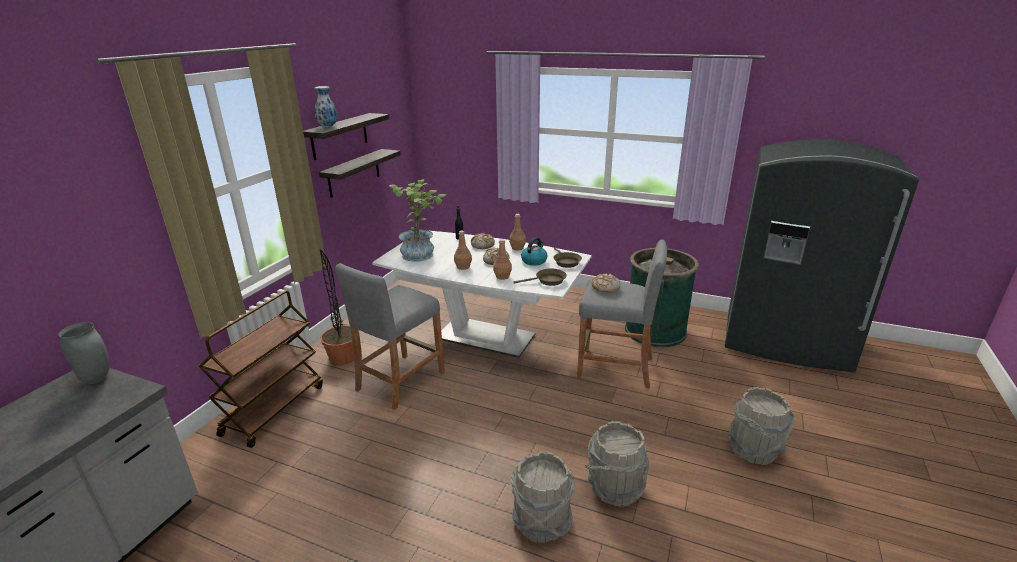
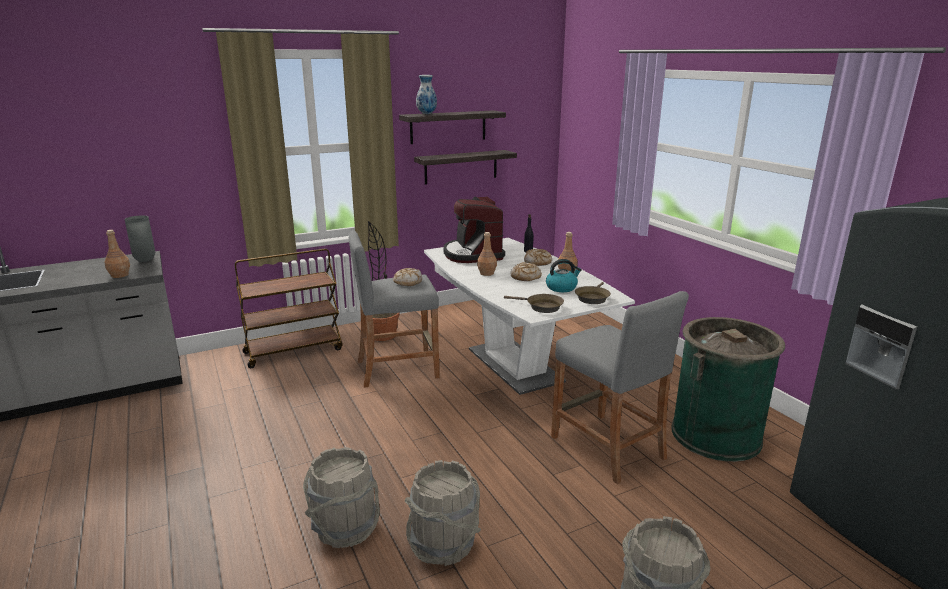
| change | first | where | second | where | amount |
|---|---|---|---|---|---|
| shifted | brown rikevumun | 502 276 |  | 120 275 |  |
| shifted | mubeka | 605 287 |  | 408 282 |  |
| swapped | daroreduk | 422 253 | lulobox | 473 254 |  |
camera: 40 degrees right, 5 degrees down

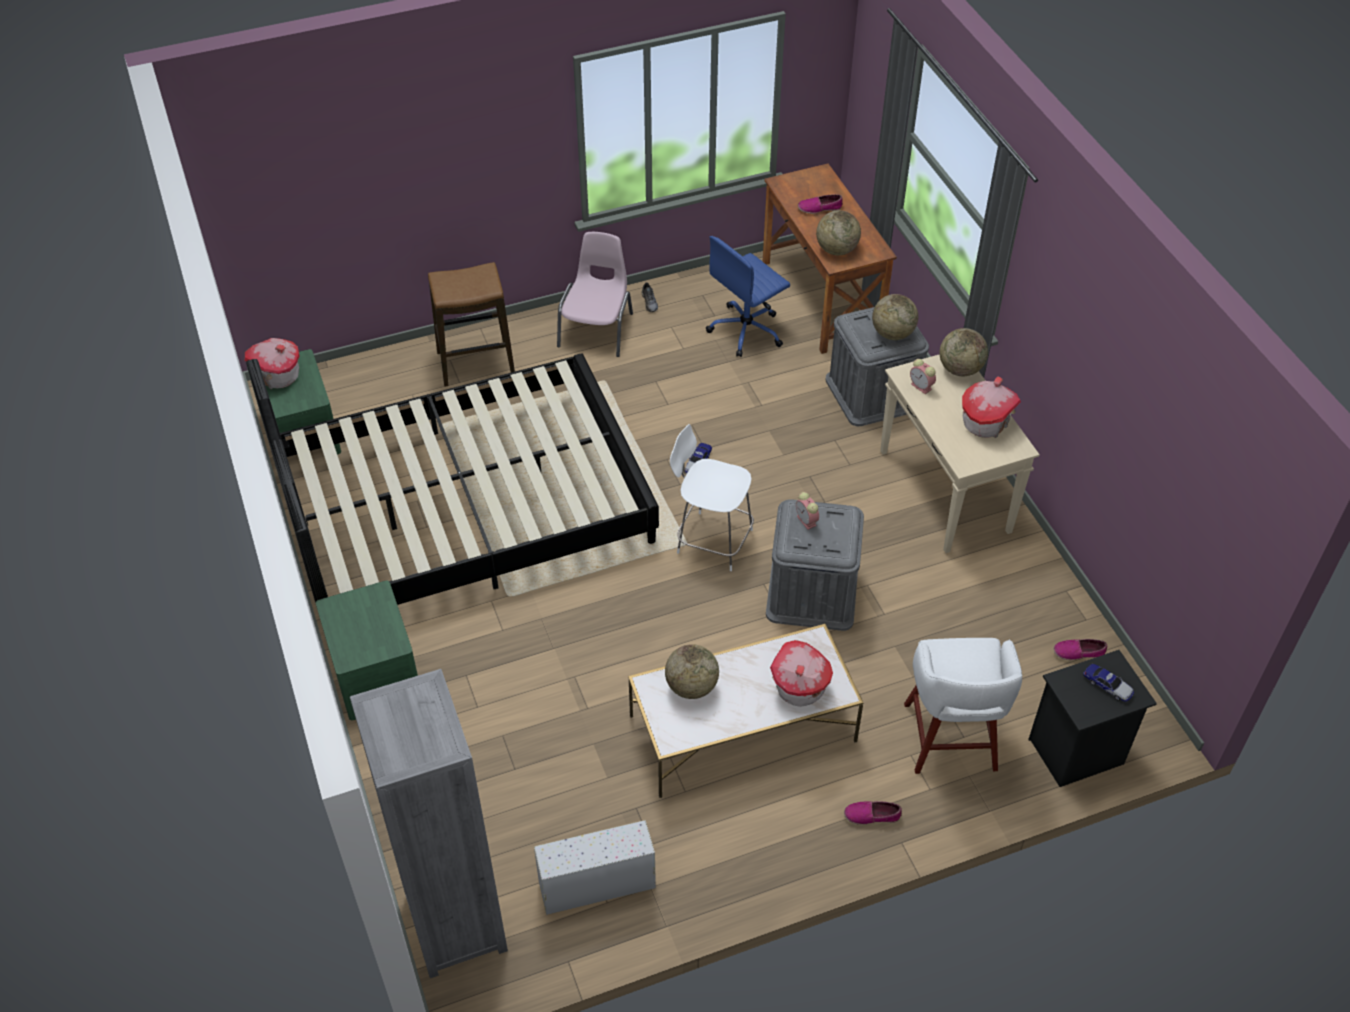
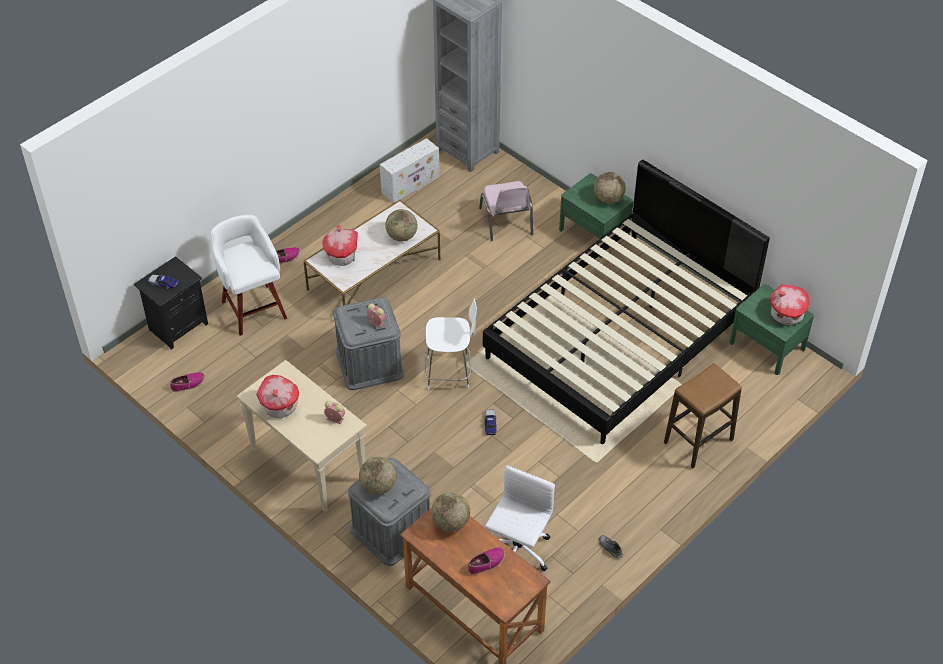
| change | first | where | second | where | amount |
|---|---|---|---|---|---|
| shifted | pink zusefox | 597 329 |  | 506 222 |  |
| shifted | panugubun | 960 369 |  | 608 199 |  |
| repainted | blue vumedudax | 747 330 | white vumedudax | 517 551 |  |
camera: 155 degrees right, 0 degrees up

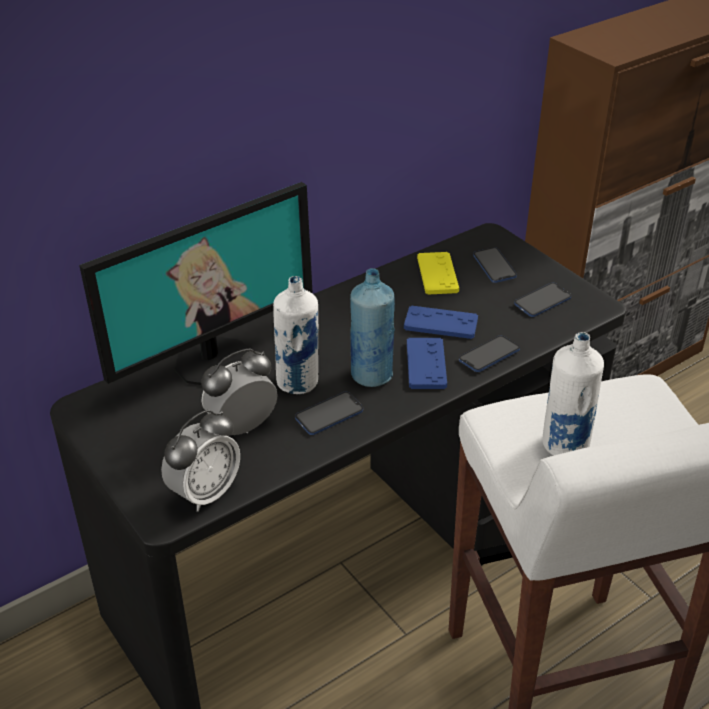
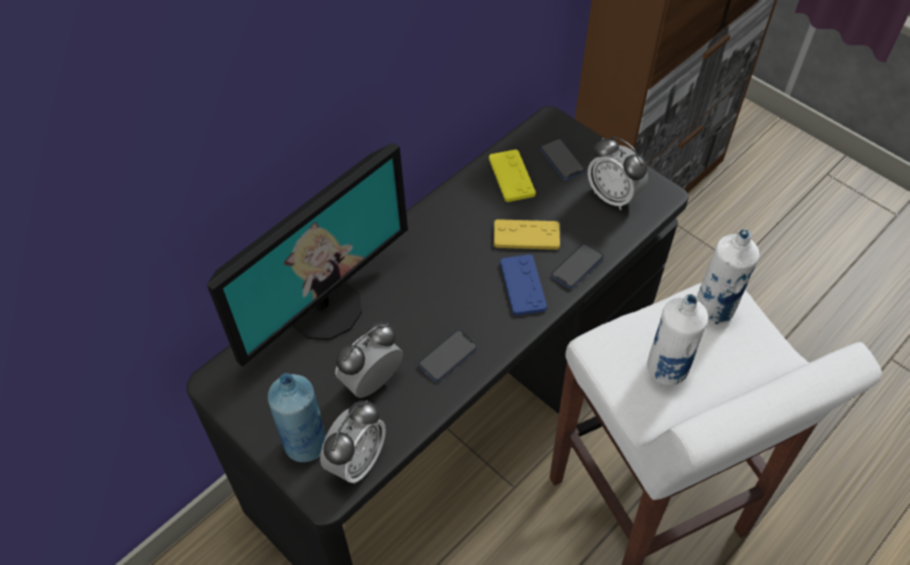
| change | first | where | second | where | amount |
|---|---|---|---|---|---|
| shifted | white rikevumun | 298 382 |  | 714 309 |  |
| shifted | blue rikevumun | 371 375 |  | 305 443 |  |
| swapped | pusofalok | 542 301 | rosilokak | 613 196 |  |
| repainted | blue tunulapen | 440 324 | yellow tunulapen | 526 235 |  |
camera: 10 degrees left, 15 degrees up

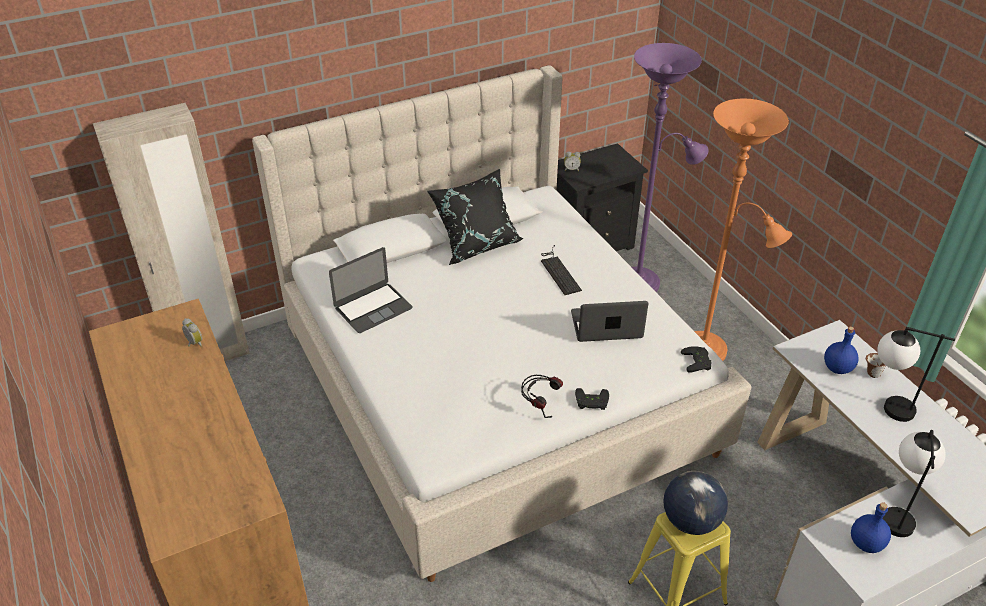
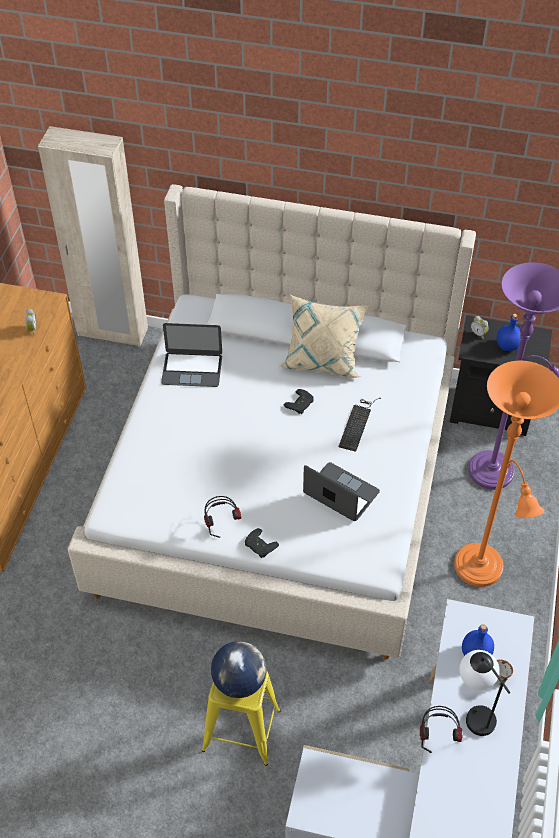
| change | first | where | second | where | amount |
|---|---|---|---|---|---|
| gone | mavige | 897 512 |  |  |  |
| new |  |  | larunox | 438 735 |  |
| shifted | black tunulapen | 698 361 |  | 300 404 |  |
| shifted | blue rikevumun | 866 544 |  | 507 346 |  |
| repainted | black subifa | 476 243 | beige subifa | 322 359 |  |
camera: 40 degrees right, 10 degrees up

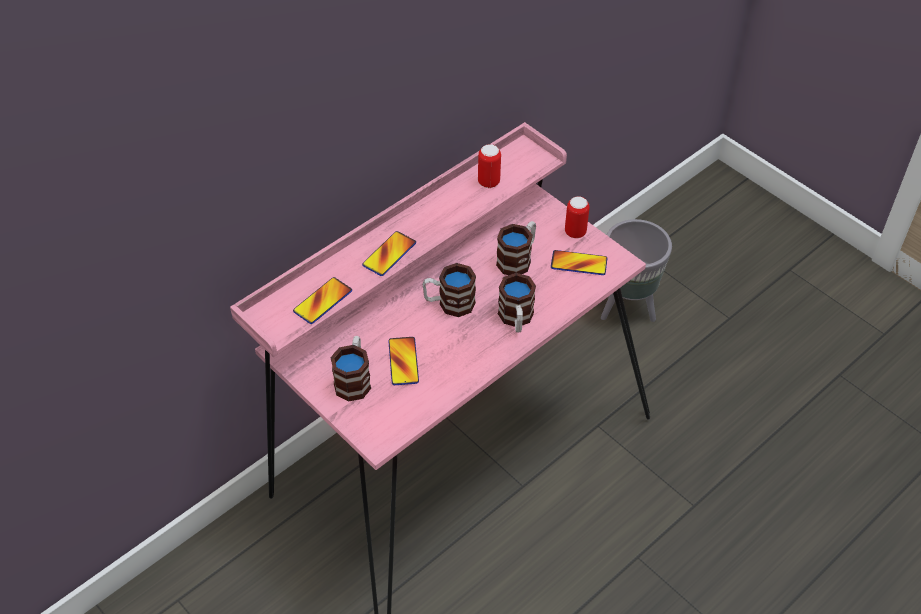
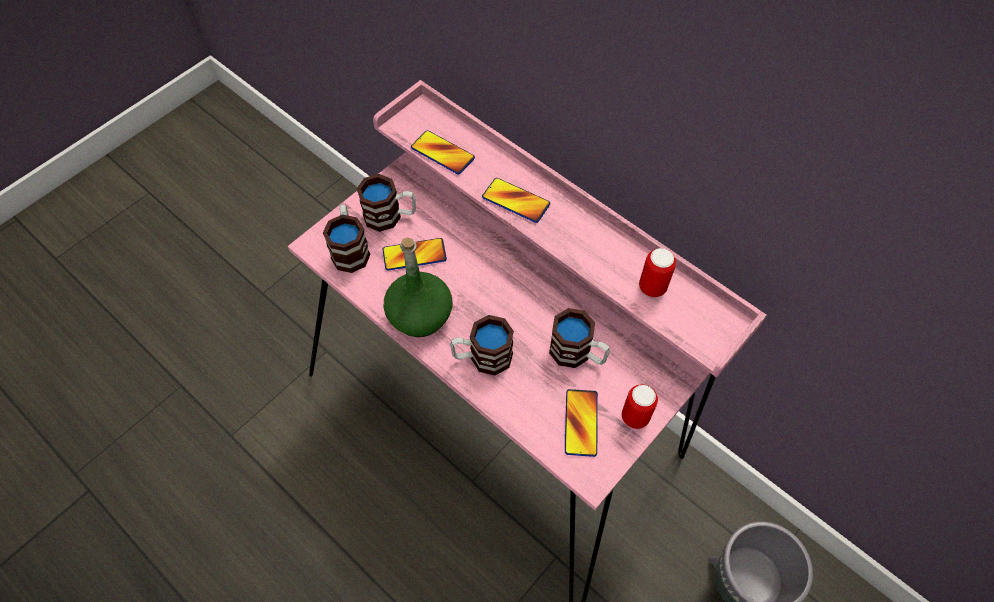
| change | first | where | second | where | amount |
|---|---|---|---|---|---|
| new |  |  | green rikevumun | 420 315 |  |
| shifted | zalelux | 449 303 |  | 350 249 |  |
camera: 85 degrees right, 10 degrees up

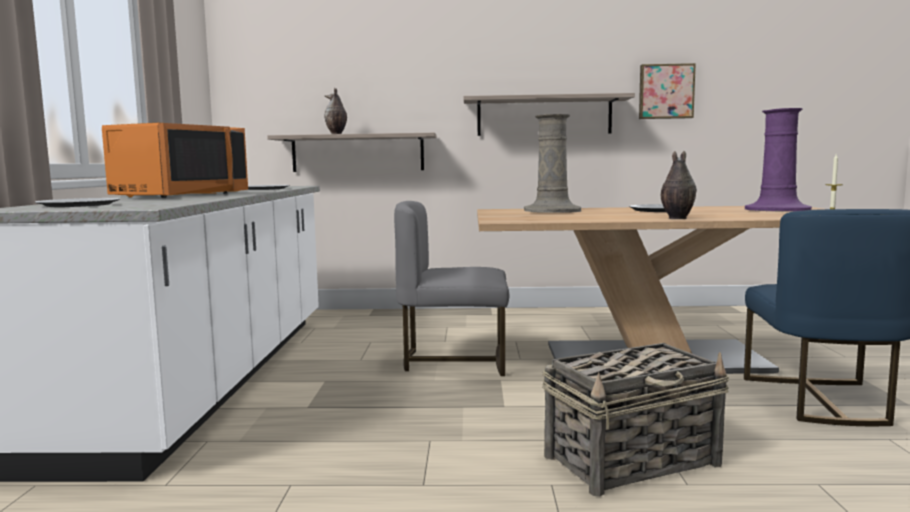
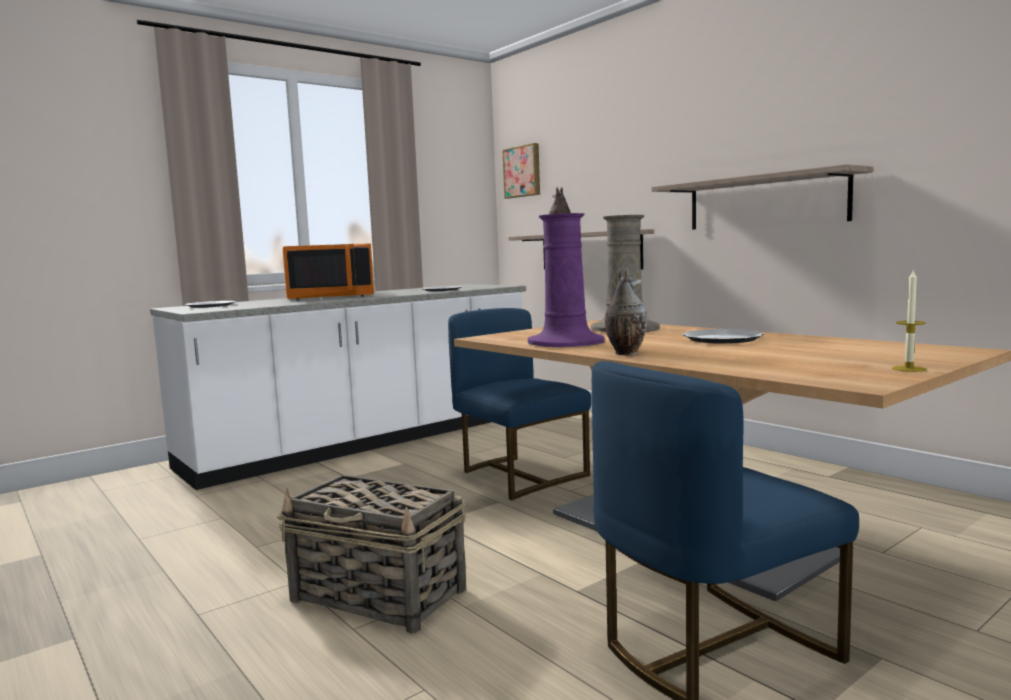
| change | first | where | second | where | amount |
|---|---|---|---|---|---|
| shifted | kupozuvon | 665 91 |  | 523 171 |  |
| shifted | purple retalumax | 777 210 |  | 566 342 |  |
| repainted | grey zusefox | 455 360 | blue zusefox | 519 475 |  |
camera: 50 degrees right, 0 degrees up

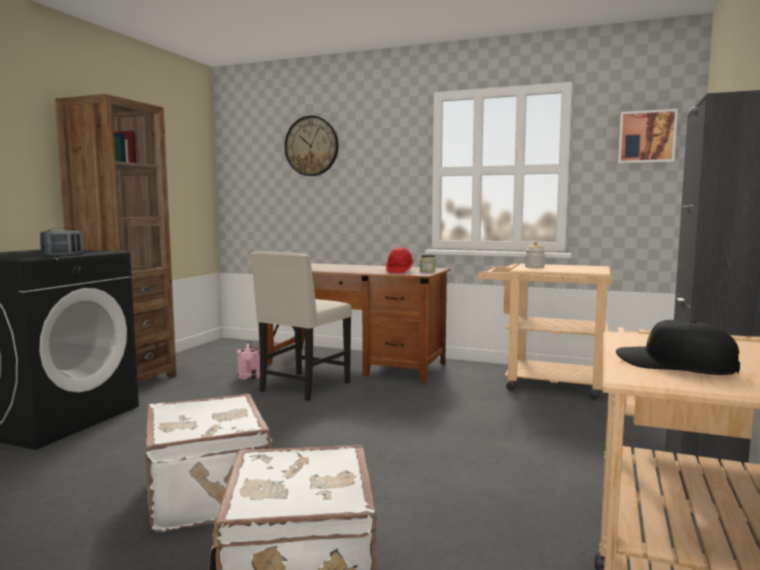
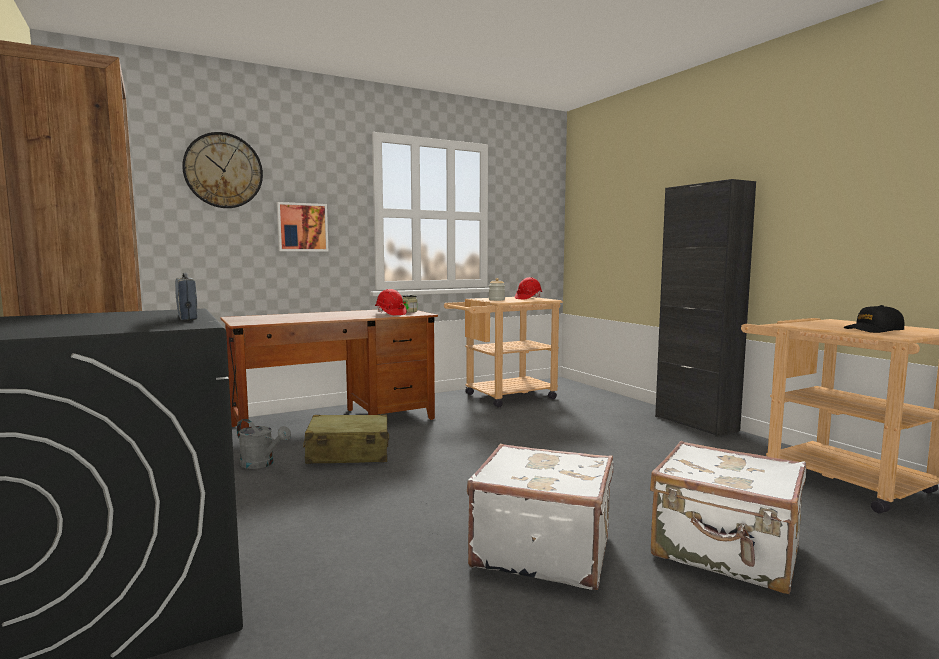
| change | first | where | second | where | amount |
|---|---|---|---|---|---|
| new |  |  | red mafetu | 528 298 |  |
| shifted | kupozuvon | 646 137 |  | 302 227 |  |
| swapped | beige zusefox | 303 387 | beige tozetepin | 348 453 |  |
| repainted | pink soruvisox | 249 377 | grey soruvisox | 262 464 |  |
camera: 50 degrees left, 0 degrees up

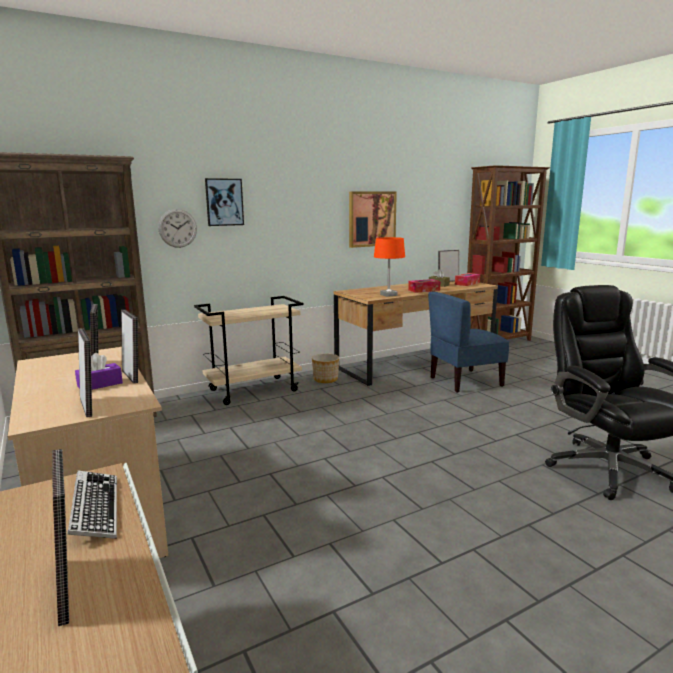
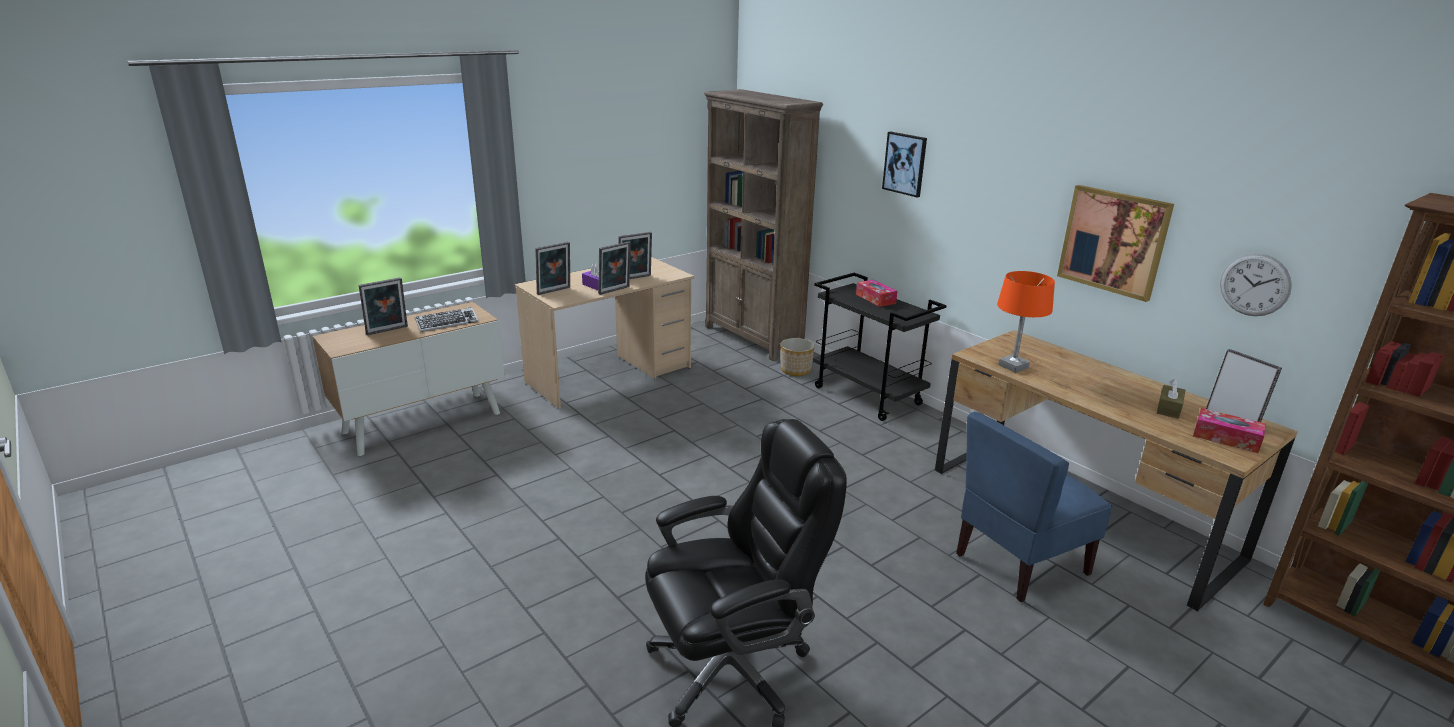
| change | first | where | second | where | amount |
|---|---|---|---|---|---|
| shifted | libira | 177 228 |  | 1255 285 |  |
| shifted | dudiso | 326 379 |  | 796 370 |  |
| shifted | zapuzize | 424 290 |  | 875 299 |  |
| repainted | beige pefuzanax | 254 390 | black pefuzanax | 868 396 |  |
| rotated | blue zusefox | 465 381 |  | 1019 563 | 90 degrees counterclockwise |
camera: 80 degrees right, 10 degrees up

